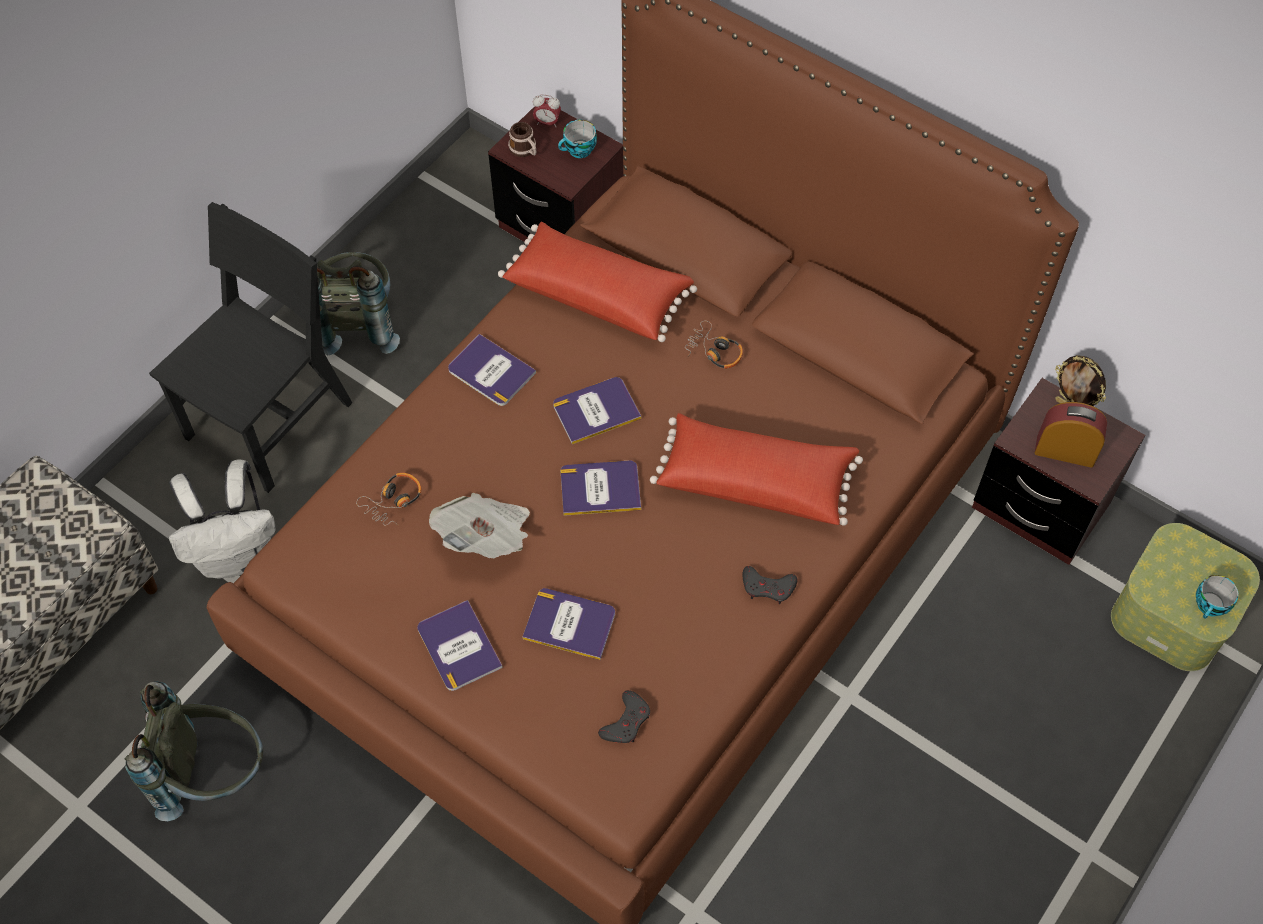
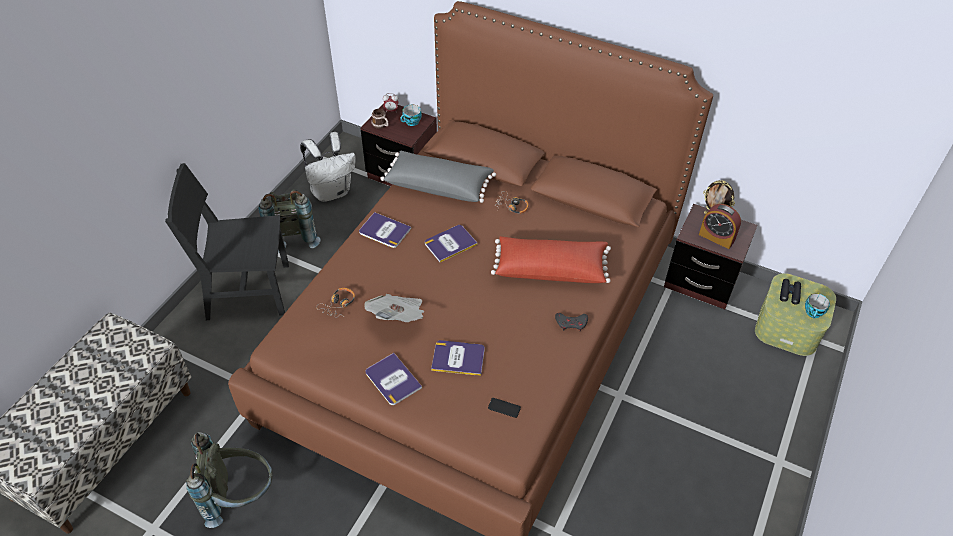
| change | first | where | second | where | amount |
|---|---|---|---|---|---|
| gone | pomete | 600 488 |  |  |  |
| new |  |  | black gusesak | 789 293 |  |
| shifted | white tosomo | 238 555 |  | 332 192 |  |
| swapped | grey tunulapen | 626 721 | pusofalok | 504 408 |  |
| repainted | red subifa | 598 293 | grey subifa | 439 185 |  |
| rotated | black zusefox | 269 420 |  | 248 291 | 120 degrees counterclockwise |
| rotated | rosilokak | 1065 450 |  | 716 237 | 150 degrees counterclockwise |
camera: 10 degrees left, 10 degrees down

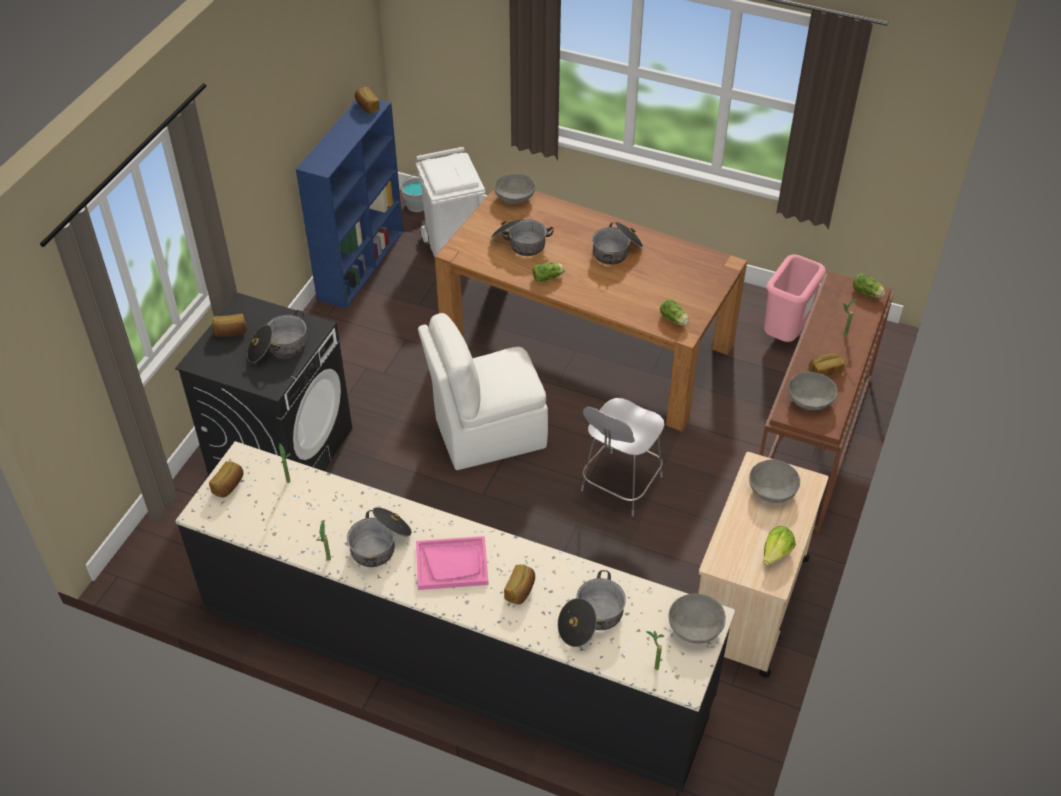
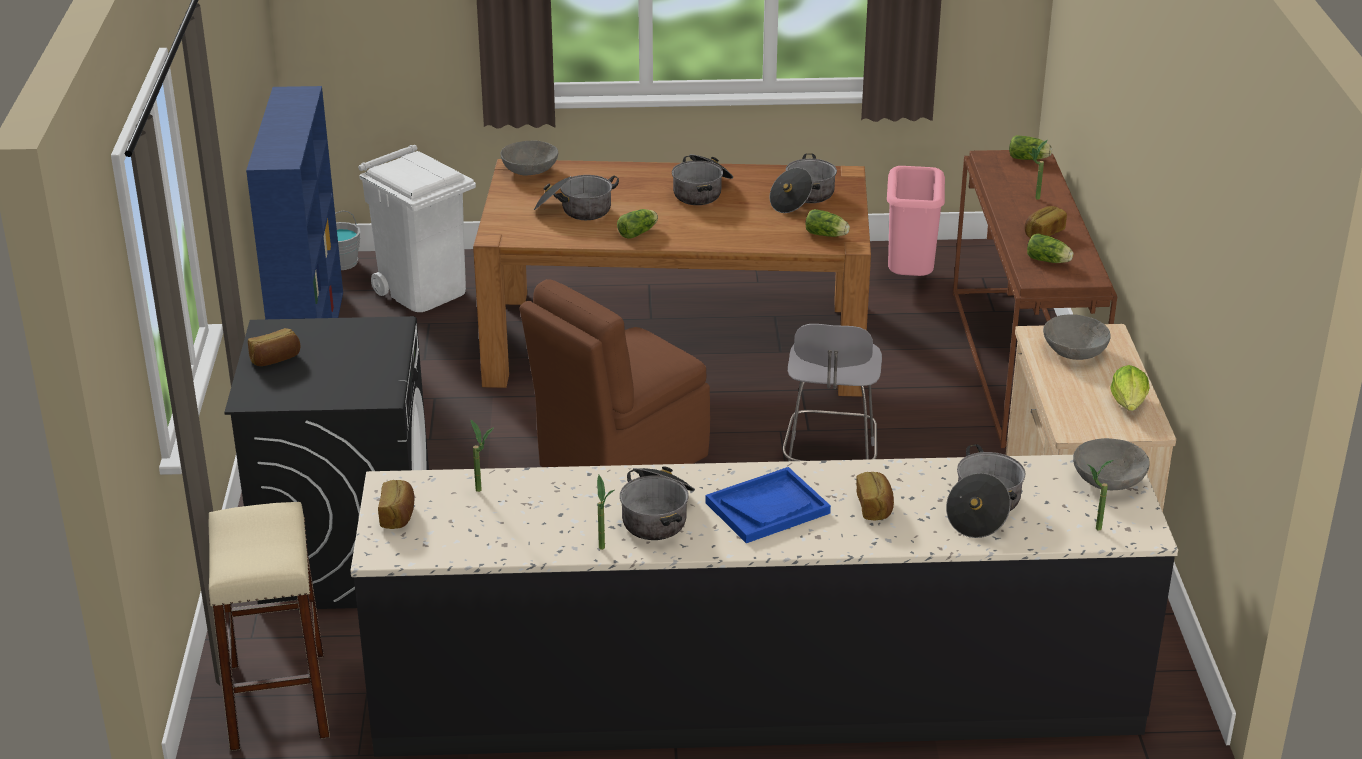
| change | first | where | second | where | amount |
|---|---|---|---|---|---|
| gone | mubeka | 367 107 |  |  |  |
| new |  |  | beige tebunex | 278 700 |  |
| shifted | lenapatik | 278 348 |  | 803 198 |  |
| swapped | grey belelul | 809 400 | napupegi | 1049 261 |  |
| repainted | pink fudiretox | 452 564 | blue fudiretox | 767 508 |  |
| repainted | white zusefox | 487 433 | brown zusefox | 619 463 |  |
camera: 25 degrees left, 15 degrees down

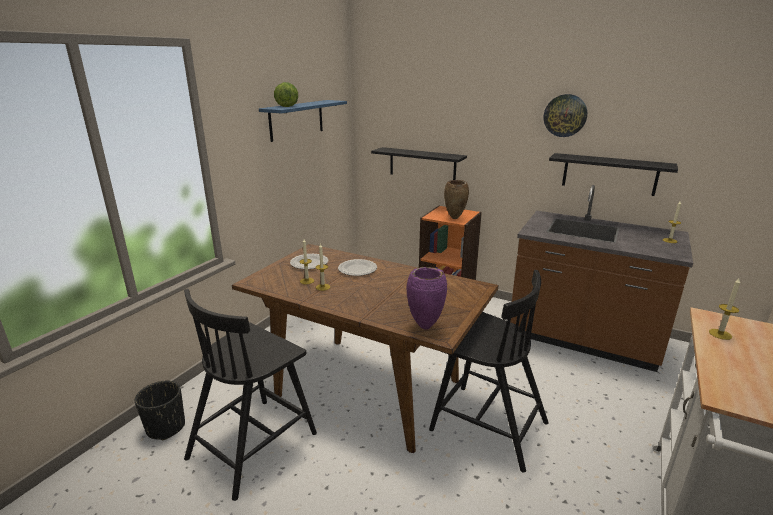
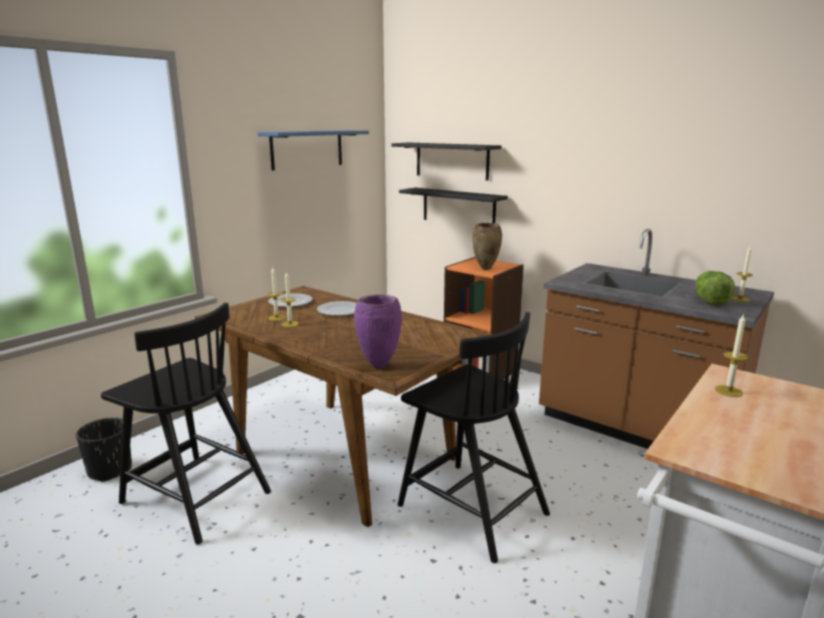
| change | first | where | second | where | amount |
|---|---|---|---|---|---|
| gone | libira | 565 115 |  |  |  |
| shifted | napupegi | 287 106 |  | 709 301 |  |
| shifted | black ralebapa | 609 174 |  | 452 160 |  |
| rotated | black zusefox | 254 443 |  | 194 496 | 105 degrees counterclockwise |
camera: 10 degrees right, 5 degrees down

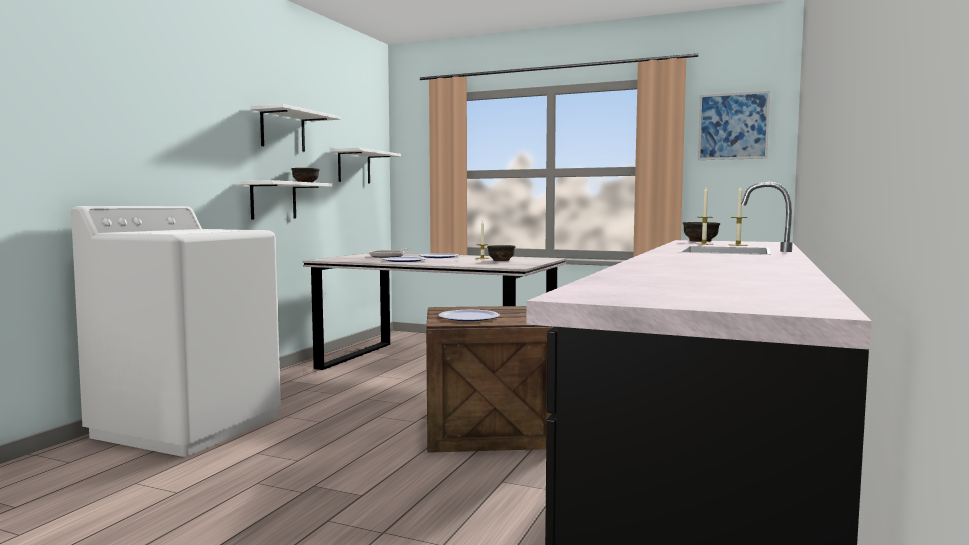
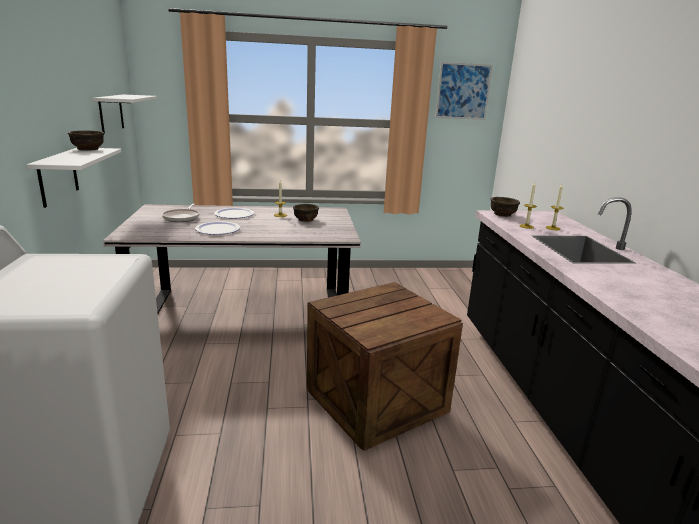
| change | first | where | second | where | amount |
|---|---|---|---|---|---|
| gone | white ralebapa | 283 130 |  |  |  |
| gone | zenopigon | 469 317 |  |  |  |
camera: 30 degrees left, 15 degrees up

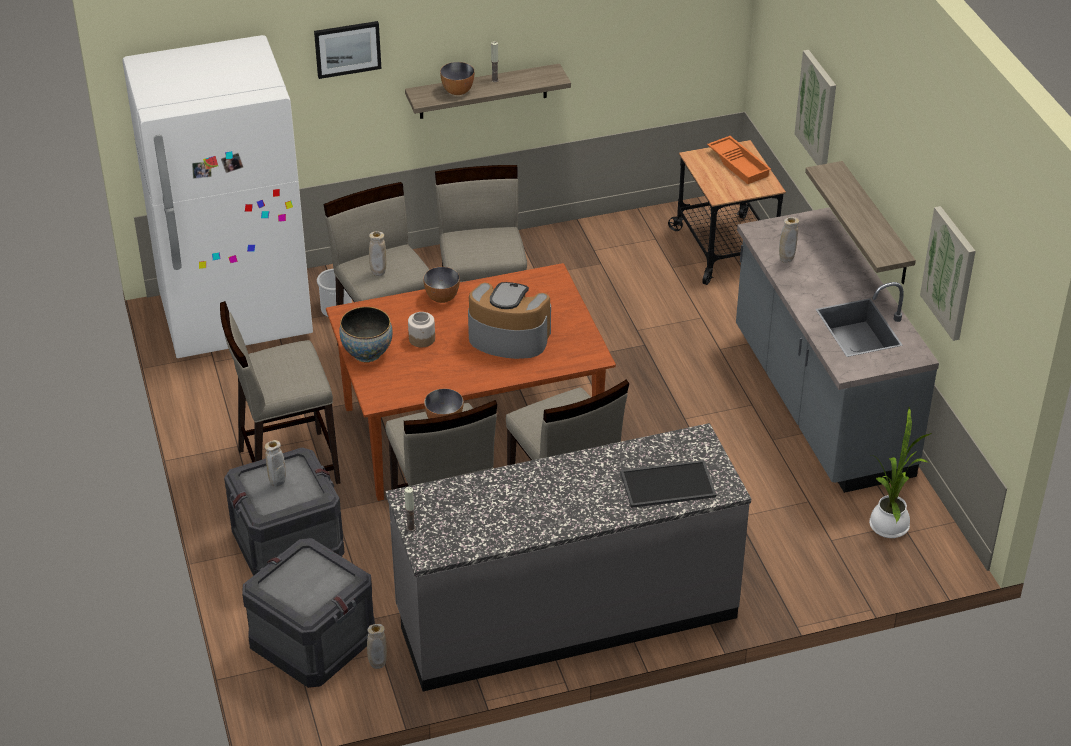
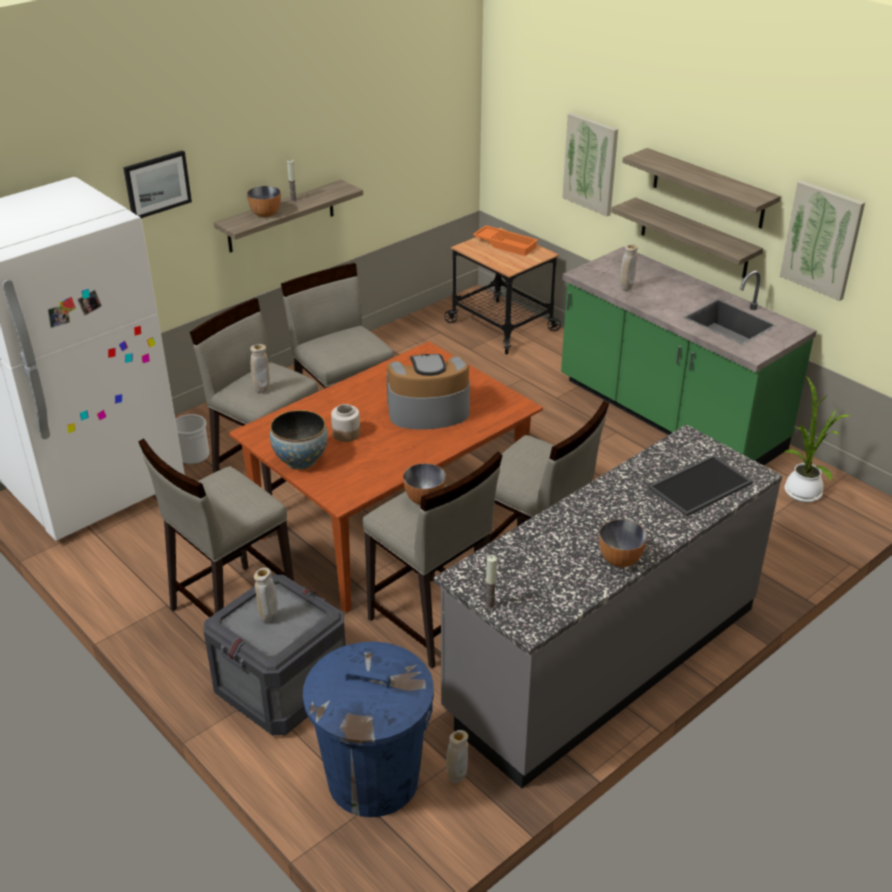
| change | first | where | second | where | amount |
|---|---|---|---|---|---|
| new |  |  | ralebapa | 708 188 |  |
| shifted | belelul | 442 298 |  | 620 560 |  |
| swapped | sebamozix | 314 642 | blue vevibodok | 373 778 |  |
| repainted | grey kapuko | 819 404 | green kapuko | 668 416 |  |
camera: 25 degrees left, 5 degrees down

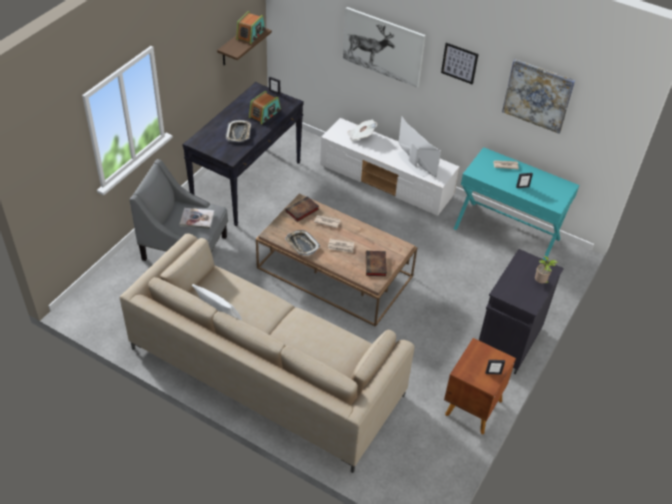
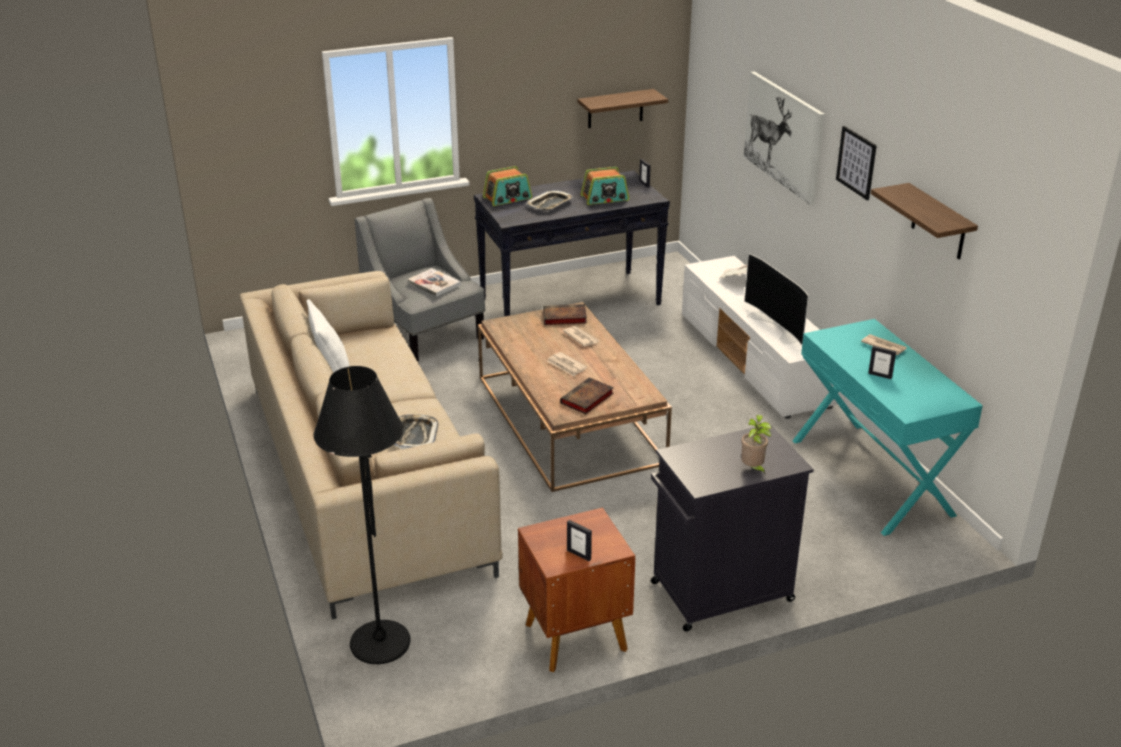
| change | first | where | second | where | amount |
|---|---|---|---|---|---|
| new |  |  | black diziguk | 380 643 |  |
| shifted | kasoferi | 251 34 |  | 507 198 |  |
| shifted | fudiretox | 302 244 |  | 414 435 |  |
| swapped | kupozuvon | 538 95 | ralebapa | 939 223 |  |
| rotated | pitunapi | 413 163 |  | 778 326 | 150 degrees clockwise |
camera: 40 degrees right, 15 degrees down

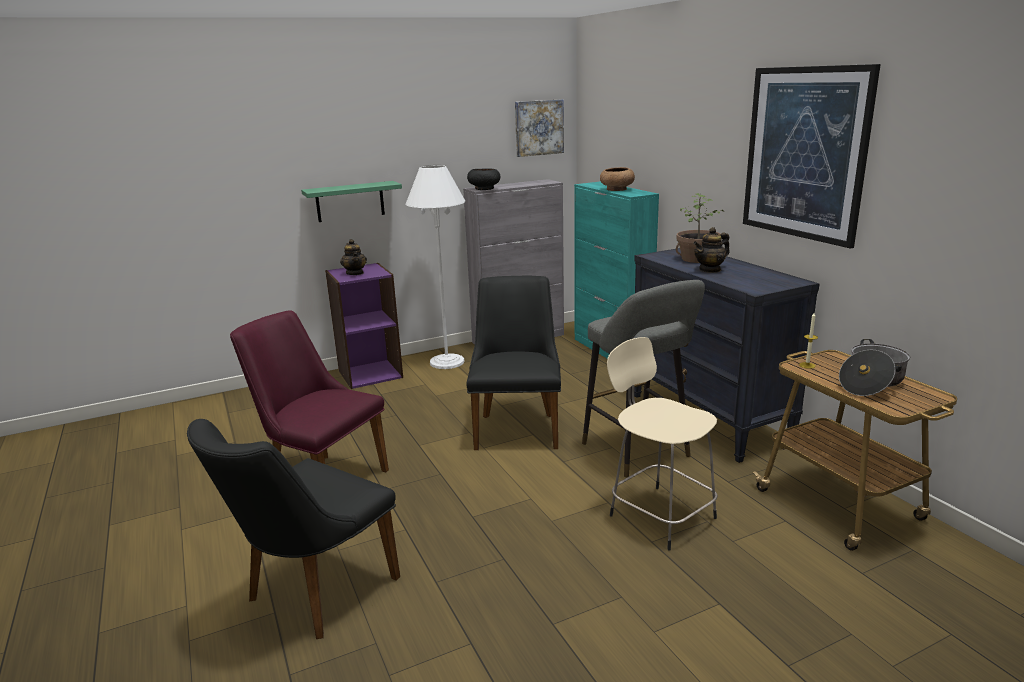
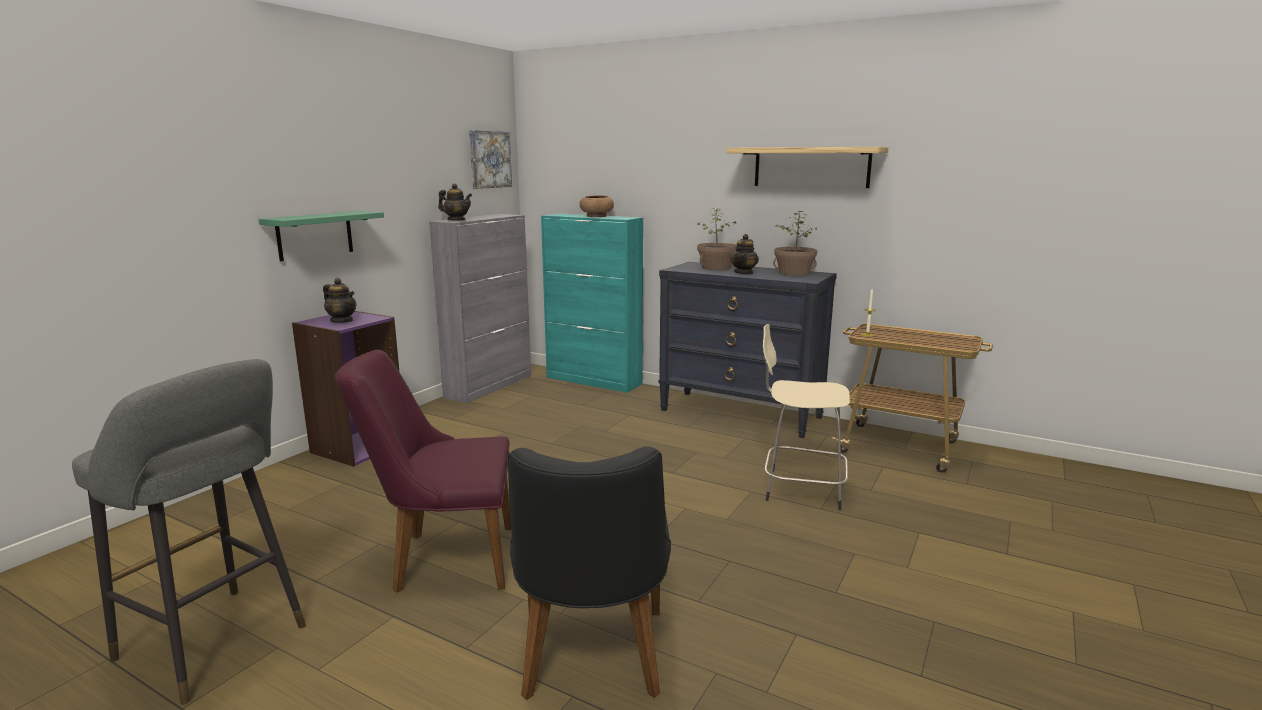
| change | first | where | second | where | amount |
|---|---|---|---|---|---|
| gone | white diziguk | 447 362 |  |  |  |
| gone | black zusefox | 517 426 |  |  |  |
| gone | lenapatik | 871 382 |  |  |  |
| new |  |  | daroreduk | 794 273 |  |
| shifted | grey tebunex | 639 452 |  | 218 645 |  |
| swapped | black belelul | 484 188 | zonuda | 456 220 |  |
| swapped | kupozuvon | 804 153 | ralebapa | 811 167 |  |
camera: 35 degrees left, 5 degrees down

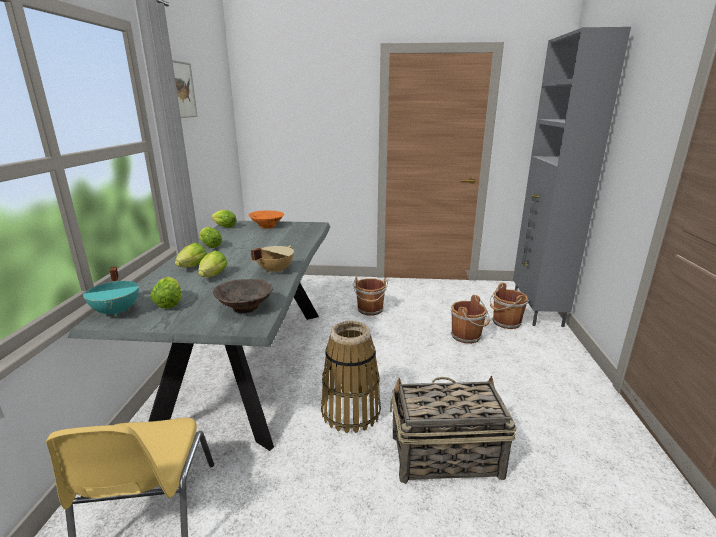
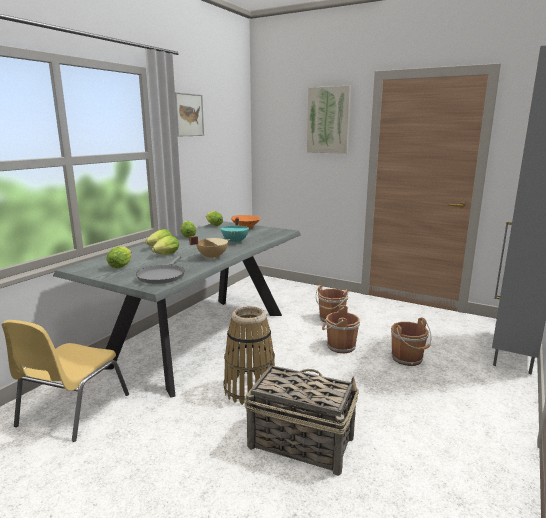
| change | first | where | second | where | amount |
|---|---|---|---|---|---|
| new |  |  | kupozuvon | 328 120 |  |
| shifted | turquoise lenapatik | 118 311 |  | 235 242 |  |
| shifted | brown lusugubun | 505 322 |  | 339 346 |  |
| swapped | brown belelul | 244 308 | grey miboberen | 162 276 |  |
camera: 25 degrees right, 5 degrees down

